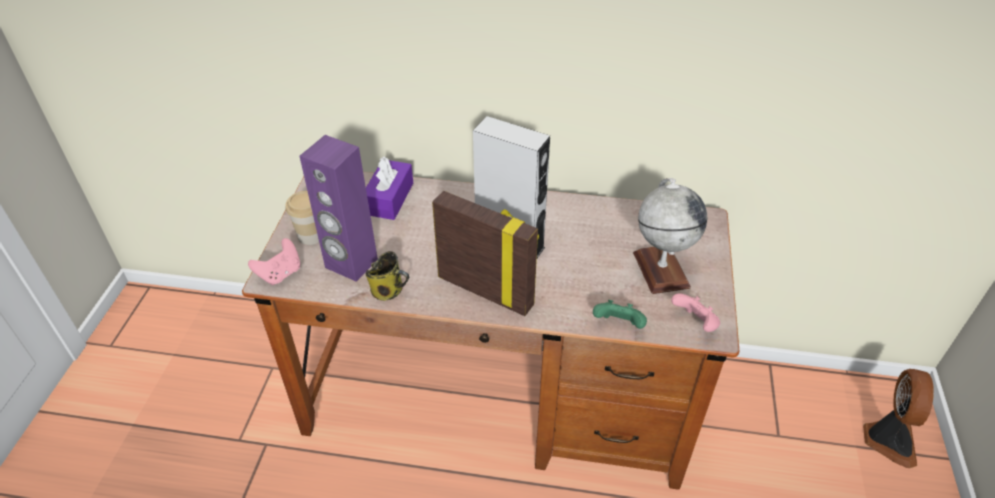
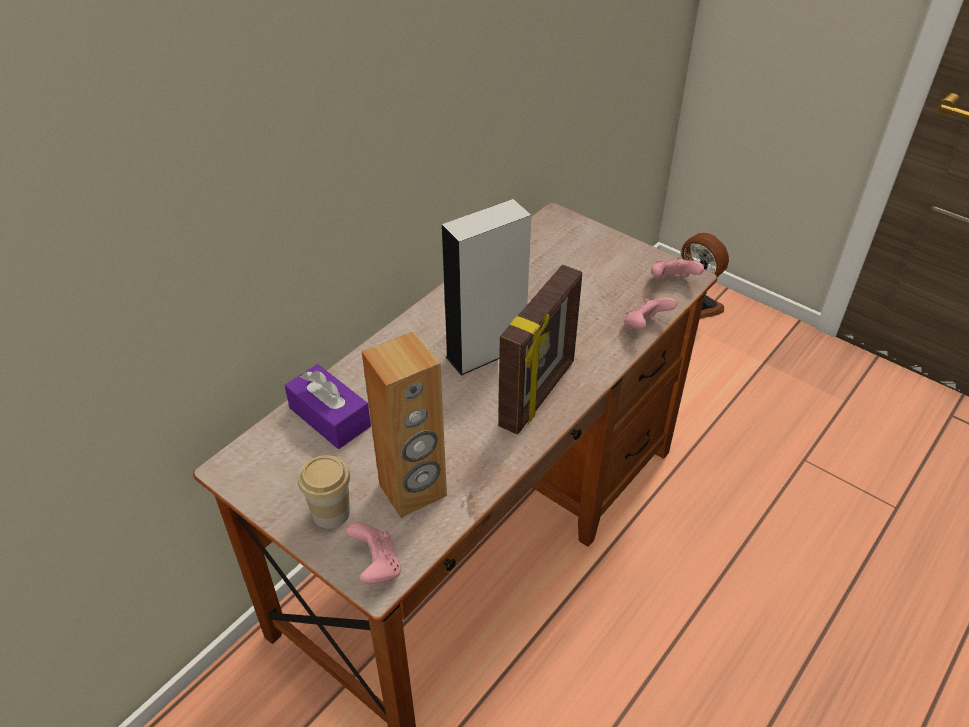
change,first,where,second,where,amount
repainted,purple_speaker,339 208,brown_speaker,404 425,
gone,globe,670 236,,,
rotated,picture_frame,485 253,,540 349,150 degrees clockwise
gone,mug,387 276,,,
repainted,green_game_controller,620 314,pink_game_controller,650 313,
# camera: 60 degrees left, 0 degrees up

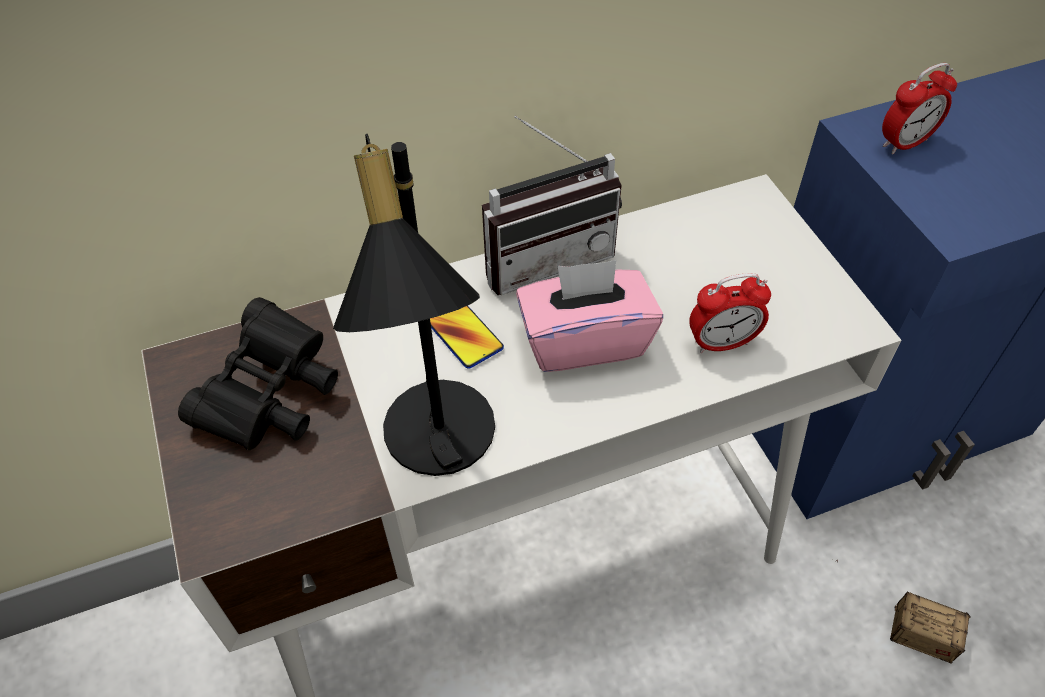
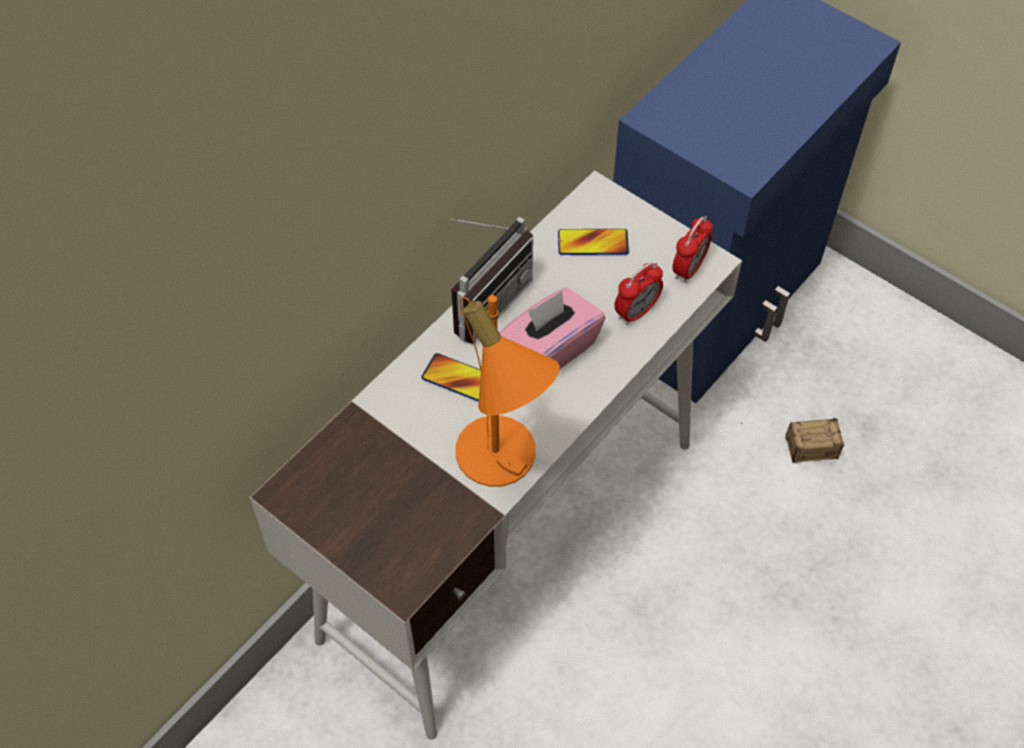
change,first,where,second,where,amount
shifted,alarm_clock,919 108,,692 249,
repainted,black_table_lamp,414 305,orange_table_lamp,508 391,
gone,black_binoculars,258 373,,,
new,,,phone,593 242,
# camera: 30 degrees left, 5 degrees up

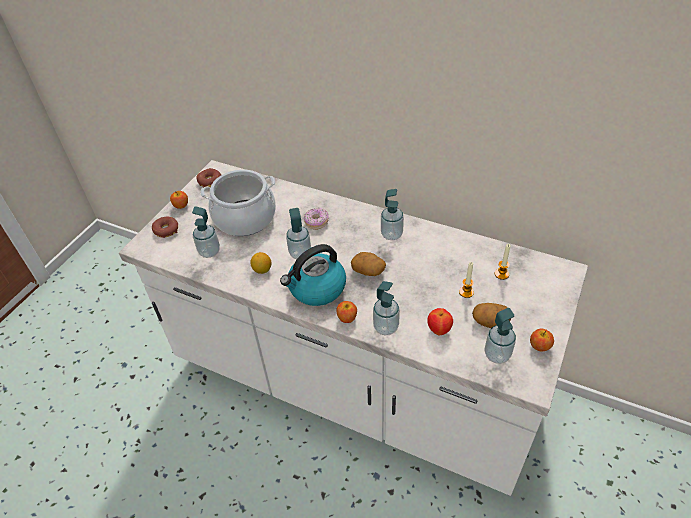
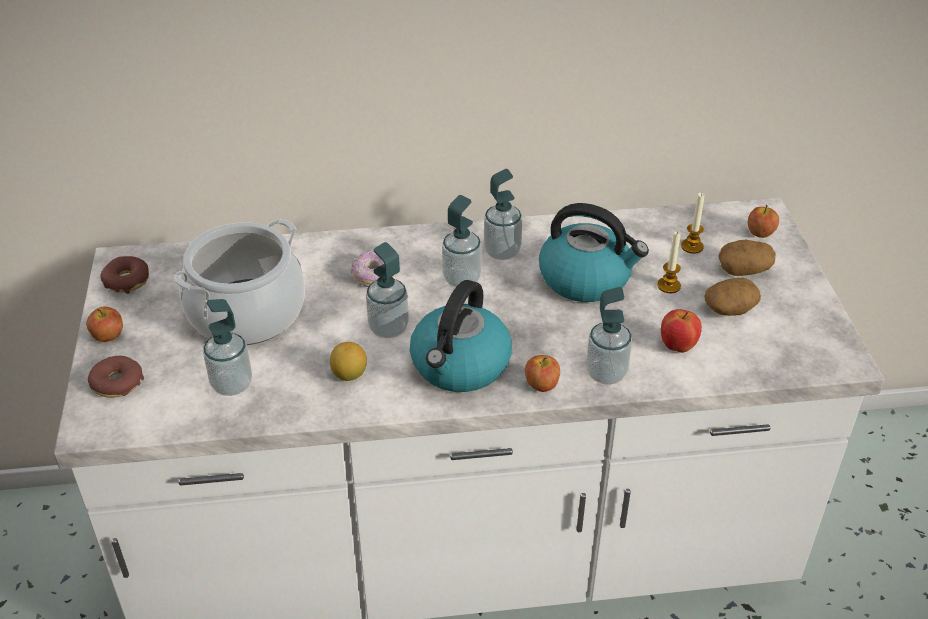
change,first,where,second,where,amount
shifted,potato,368 264,,747 258,
shifted,soap_dispenser,500 336,,462 241,
shifted,apple,542 340,,763 221,
new,,,kettle,594 252,
# camera: 35 degrees left, 5 degrees down

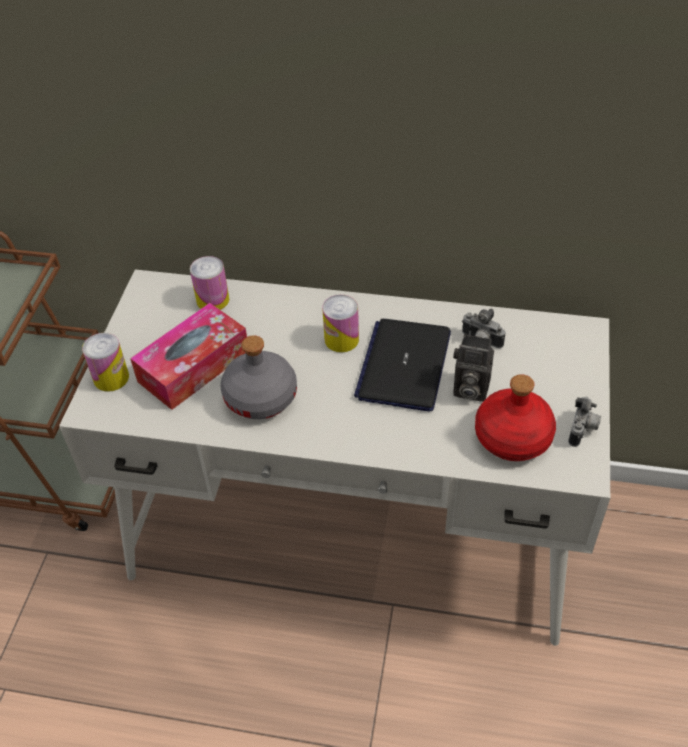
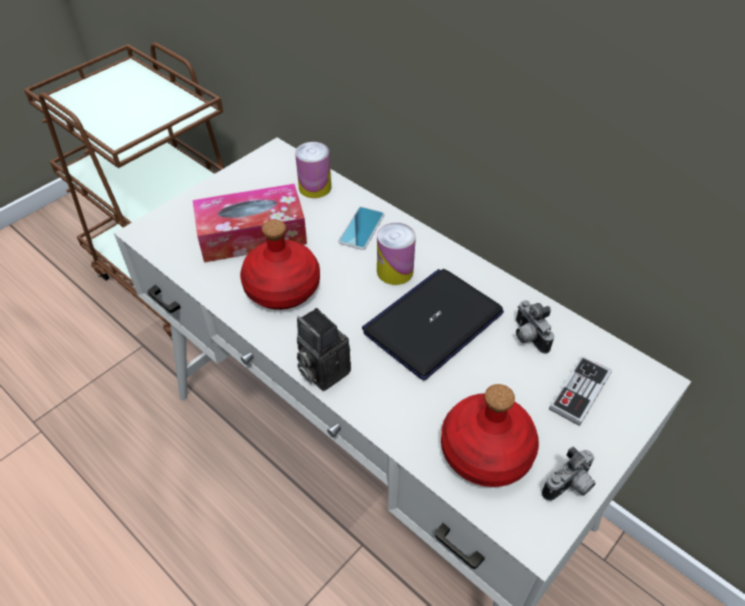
change,first,where,second,where,amount
gone,can,105 362,,,
shifted,photo_camera,473 368,,324 349,
repainted,grey_bottle,258 377,red_bottle,280 265,
new,,,phone,361 228,
new,,,game_controller,580 391,
# camera: 30 degrees right, 0 degrees up

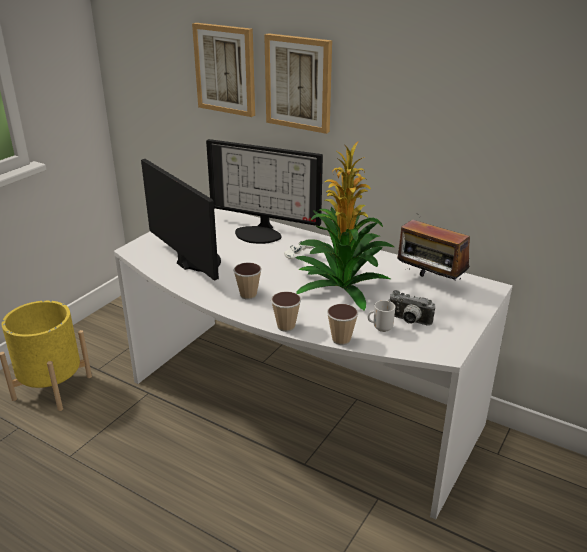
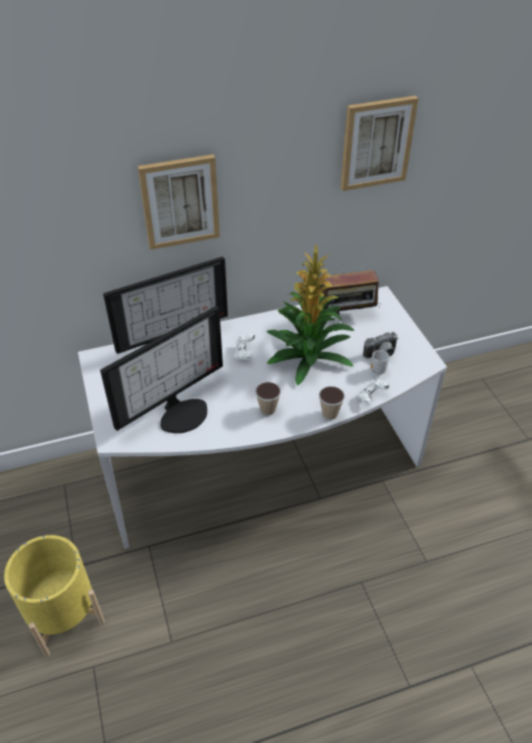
change,first,where,second,where,amount
shifted,picture,223 70,,379 143,
rotated,monitor,181 220,,161 369,135 degrees clockwise
swapped,cup,342 324,white_game_controller,373 392,
# camera: 50 degrees left, 15 degrees up

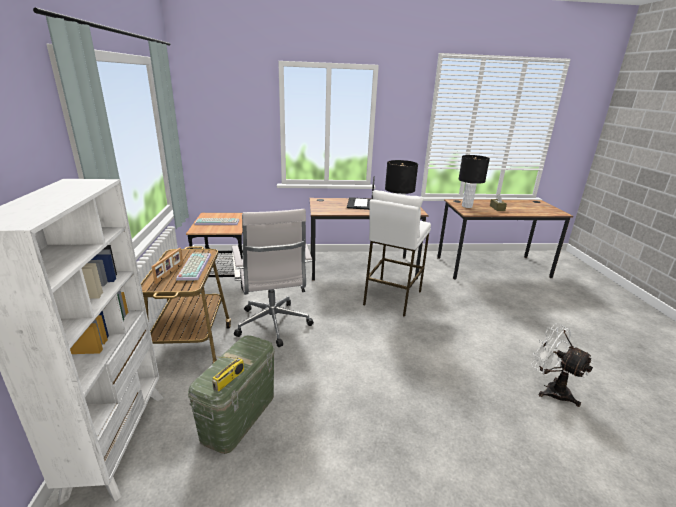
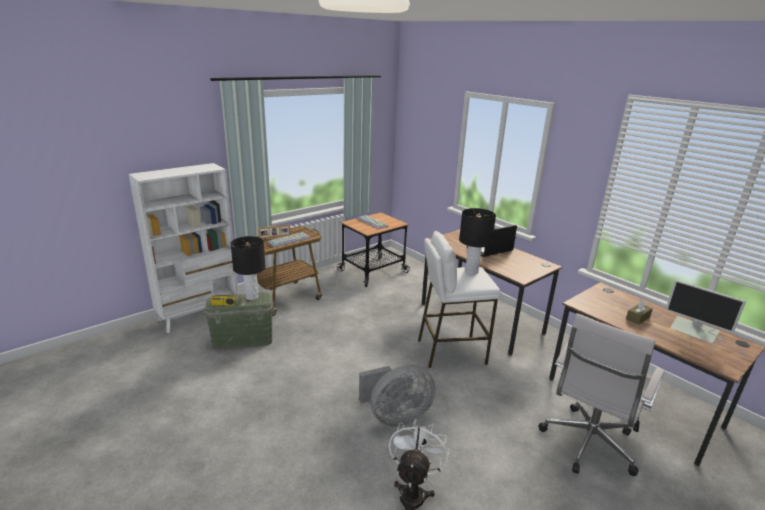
change,first,where,second,where,amount
shifted,black_table_lamp,474 181,,248 268,
shifted,white_office_chair,273 278,,601 394,
new,,,monitor,706 317,
new,,,grey_fan,397 396,
# camera: 55 degrees right, 0 degrees up

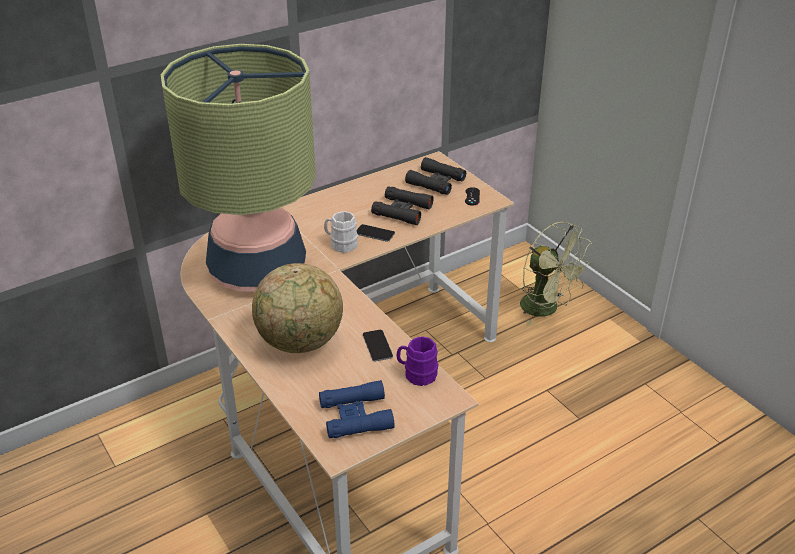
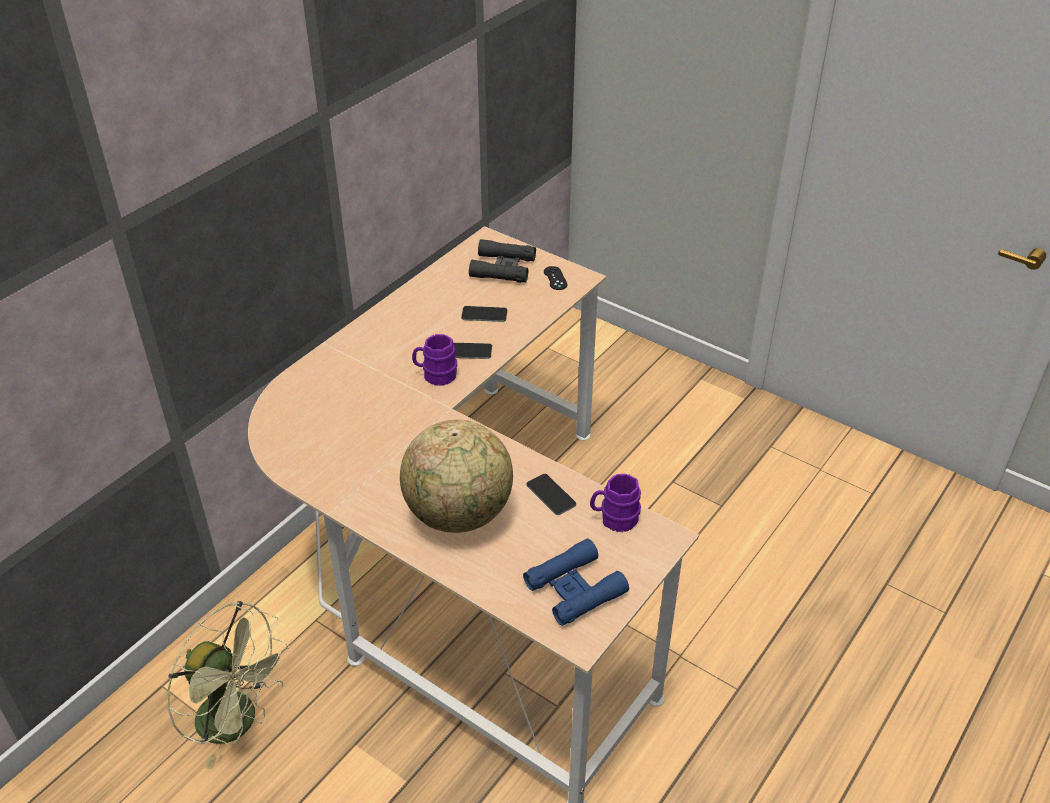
change,first,where,second,where,amount
gone,table_lamp,238 168,,,
swapped,black_binoculars,402 205,phone,484 314,
repainted,white_mug,341 232,purple_mug,434 359,
shifted,green_fan,556 274,,228 685,
# camera: 20 degrees left, 5 degrees up

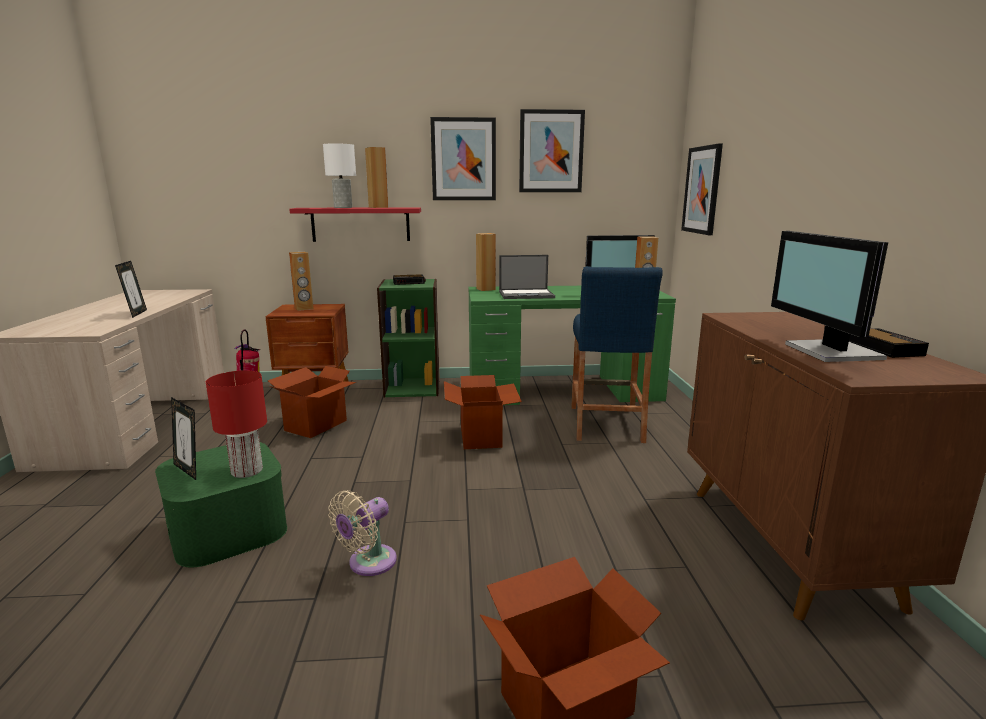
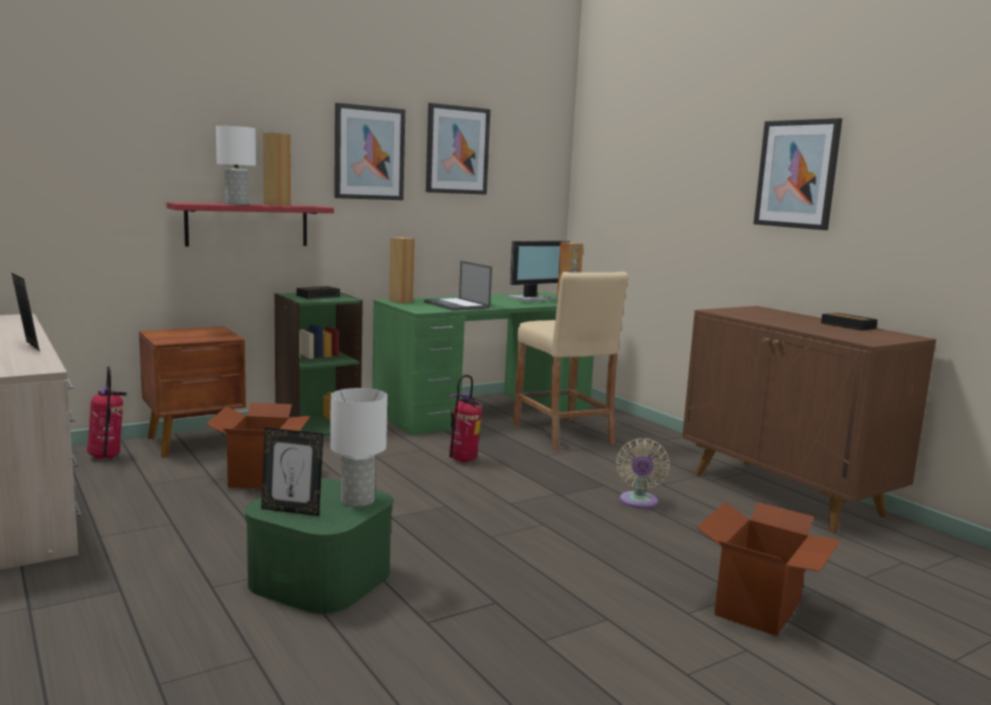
change,first,where,second,where,amount
shifted,picture,702 189,,797 174,
gone,monitor,829 296,,,
gone,brown_speaker,301 281,,,
rotated,laptop,527 277,,458 286,90 degrees clockwise
repainted,blue_stool,617 354,beige_stool,571 361,
repainted,red_table_lamp,236 424,white_table_lamp,358 447,
swapped,cardboard_box,483 412,fire_extinguisher,465 419,
shifted,beige_fan,362 533,,643 473,
# camera: 30 degrees left, 5 degrees down

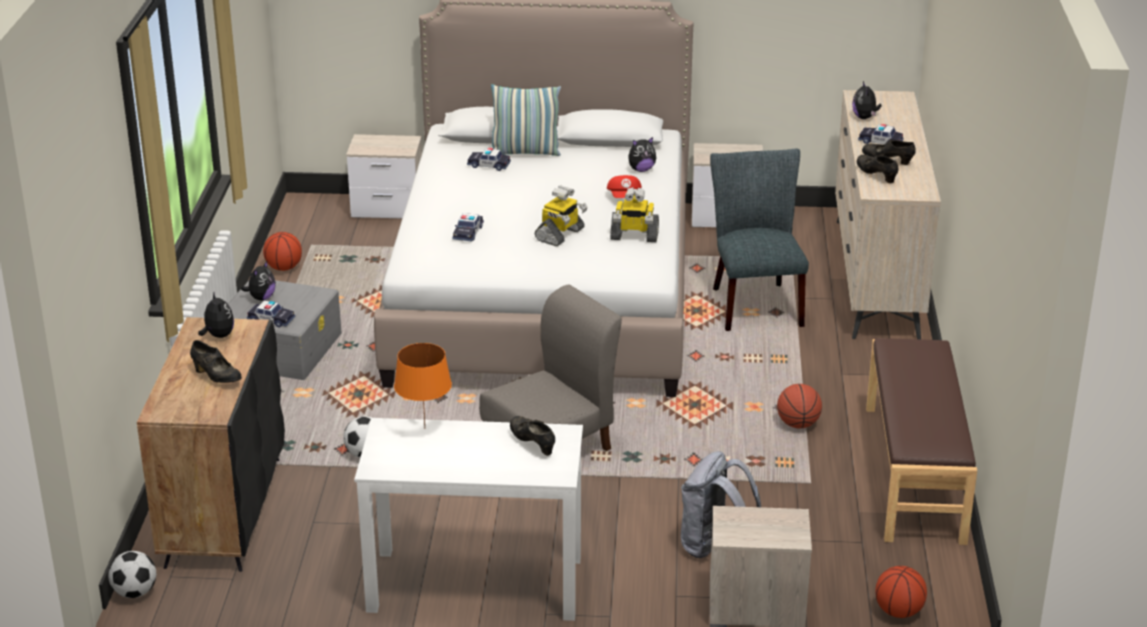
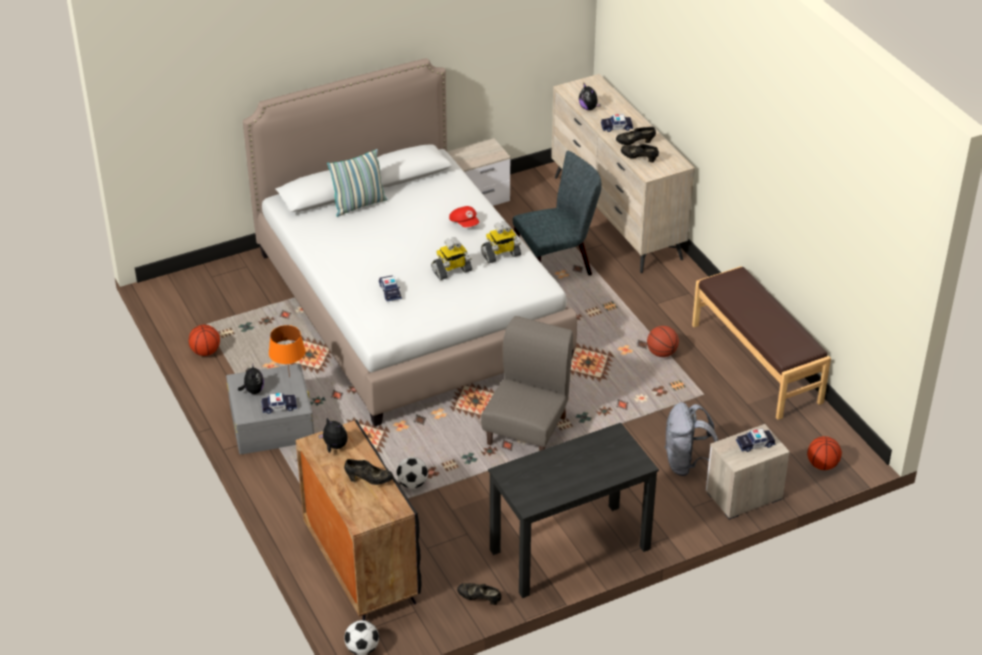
change,first,where,second,where,amount
gone,nightstand,384 176,,,
gone,plush_toy,642 154,,,
shifted,toy_car,489 159,,755 440,
rotated,grey_chair,759 240,,557 213,105 degrees clockwise
rotated,toy_robot,561 216,,451 258,60 degrees clockwise
shifted,orange_table_lamp,423 385,,287 351,
shifted,black_shoe,532 436,,479 594,
repainted,white_desk,468 519,black_desk,573 510,
# camera: 30 degrees left, 10 degrees up

